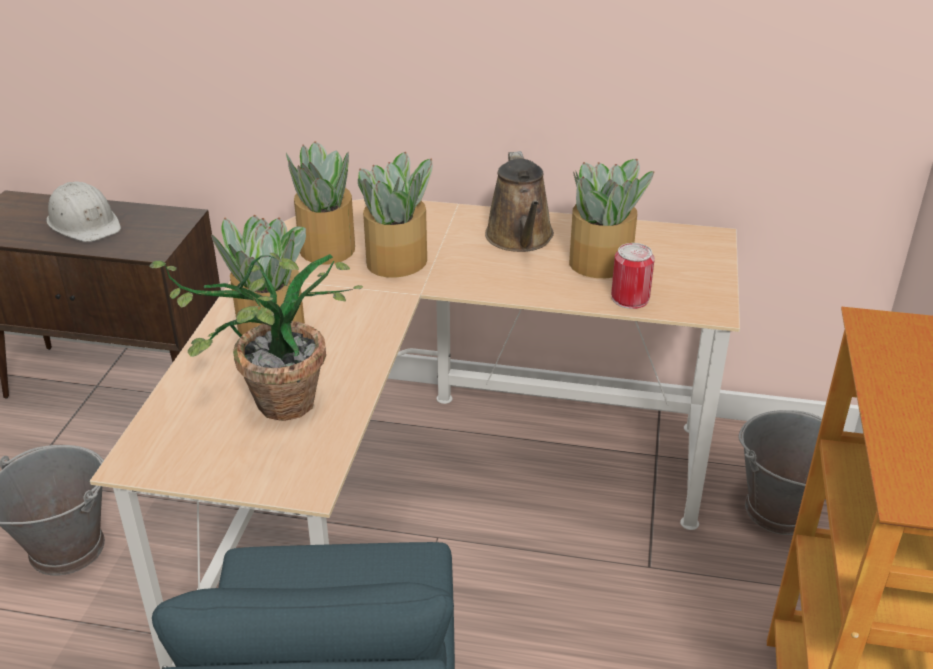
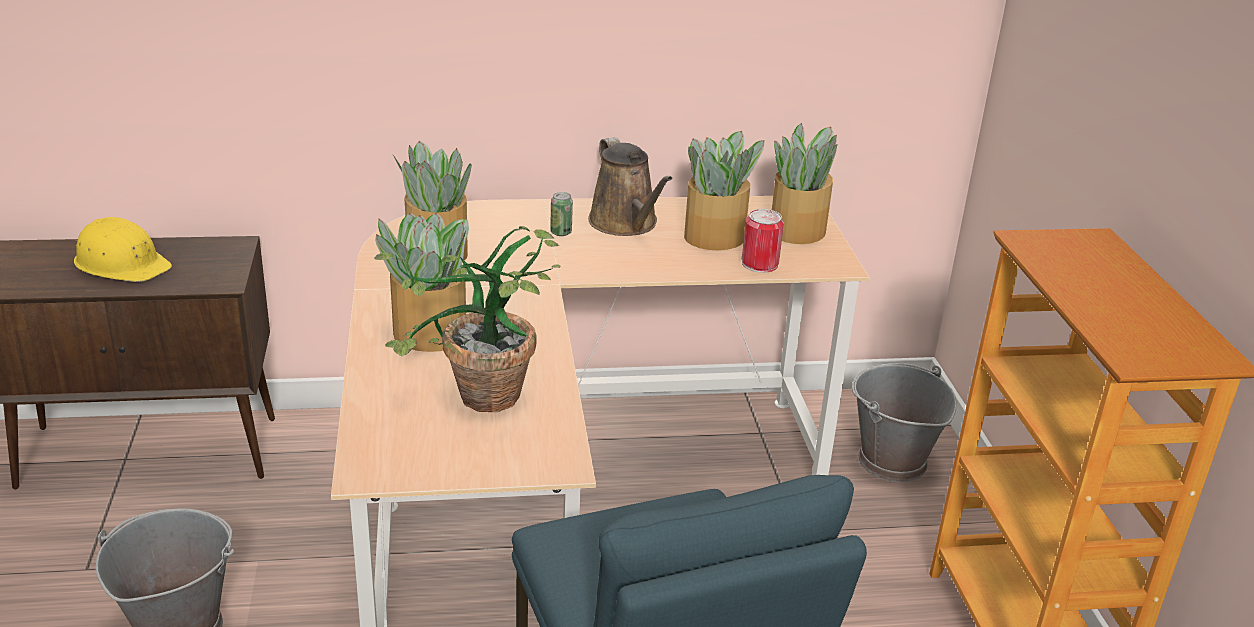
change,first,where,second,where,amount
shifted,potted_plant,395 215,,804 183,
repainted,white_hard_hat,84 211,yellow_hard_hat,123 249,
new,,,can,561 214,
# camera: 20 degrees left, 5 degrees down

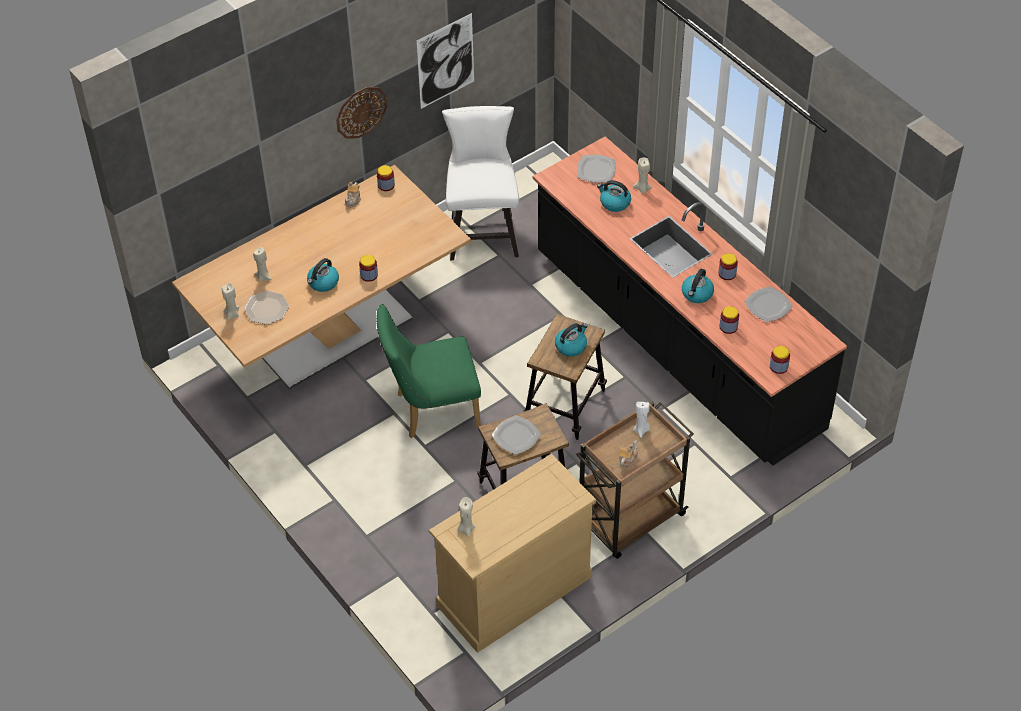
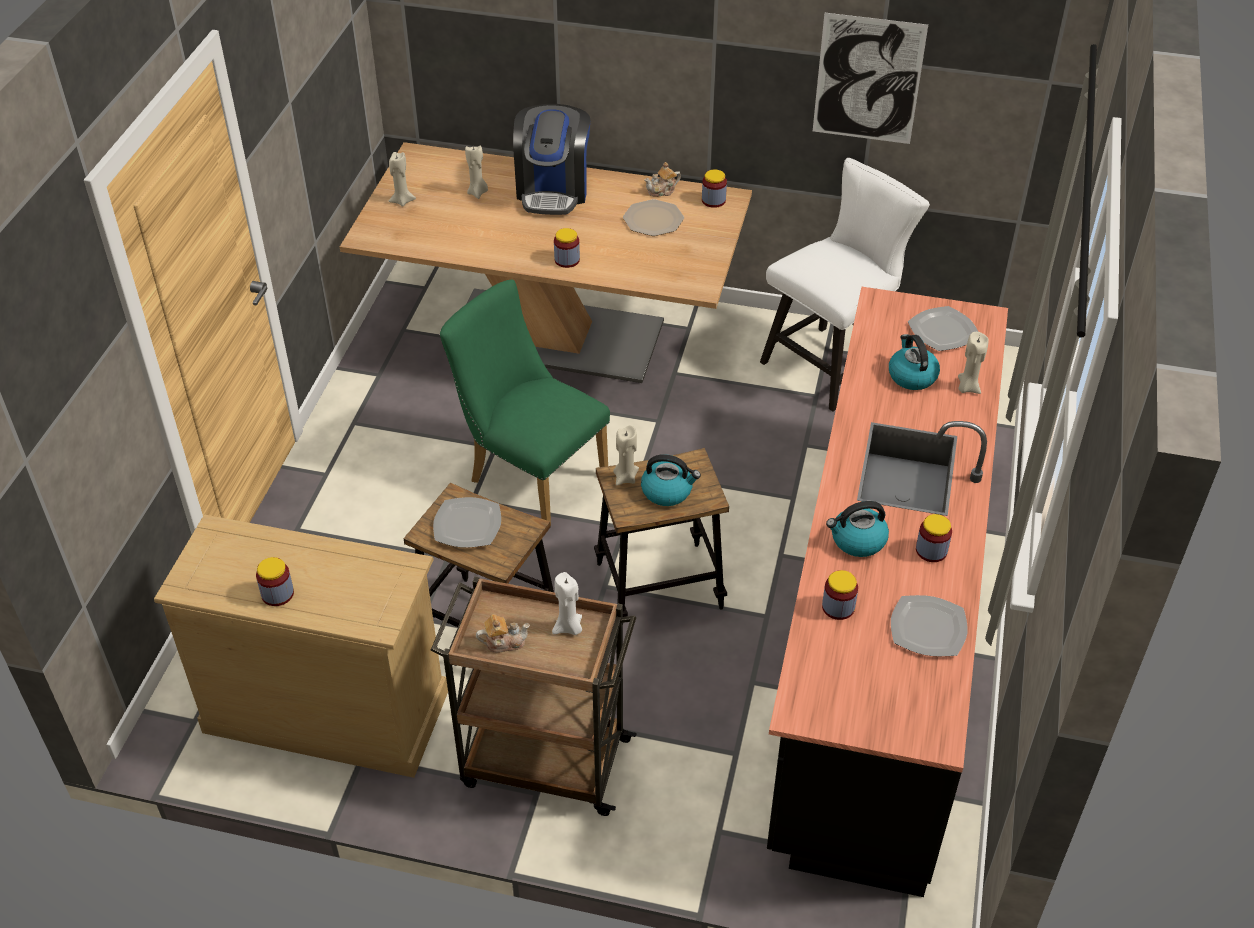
change,first,where,second,where,amount
gone,wall_clock,361 112,,,
gone,kettle,323 275,,,
shifted,plate,266 308,,653 217,
shifted,jar,780 360,,275 581,
shifted,beige_candle,466 517,,626 455,
new,,,coffee_machine,551 159,
# camera: 50 degrees right, 5 degrees down

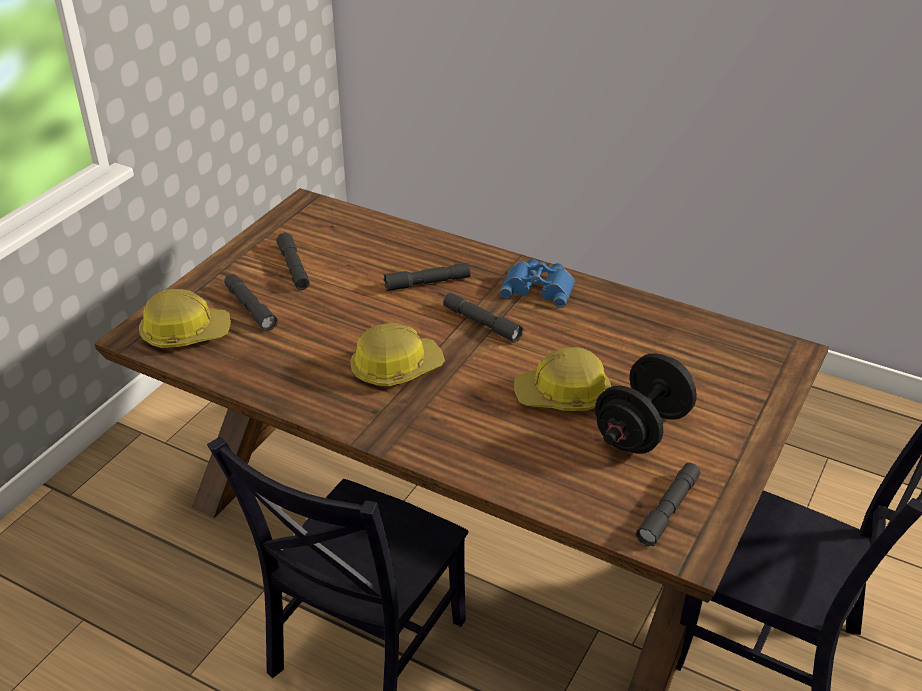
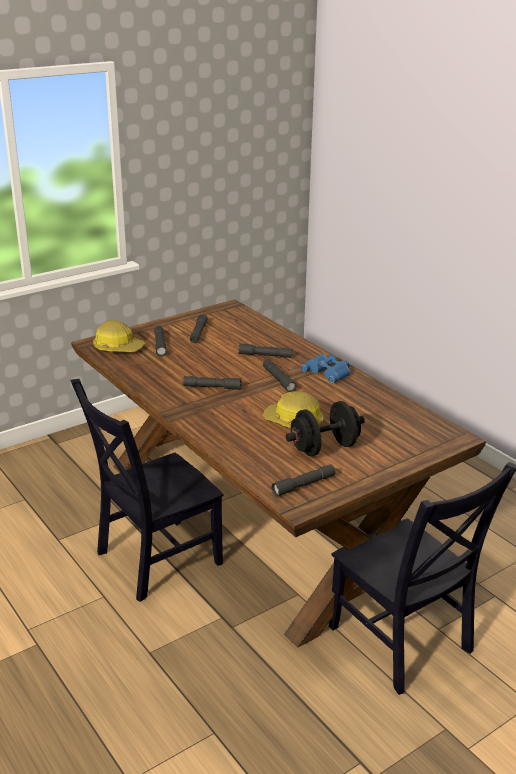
change,first,where,second,where,amount
swapped,hard_hat,397 354,grey_flashlight,212 383,
# camera: 25 degrees right, 10 degrees down

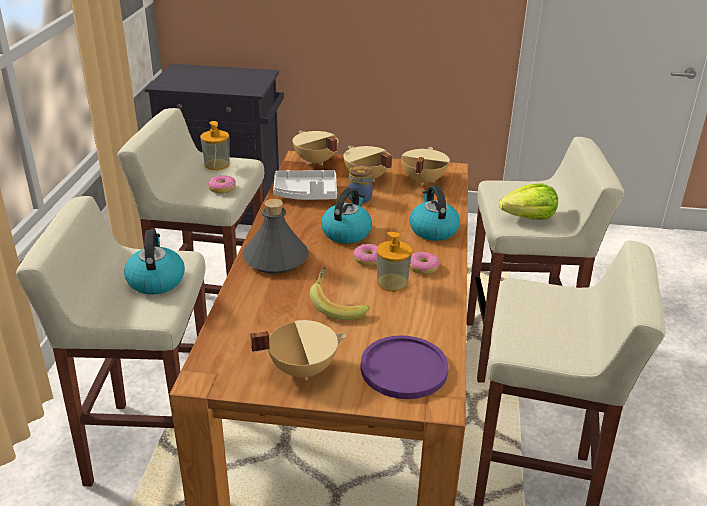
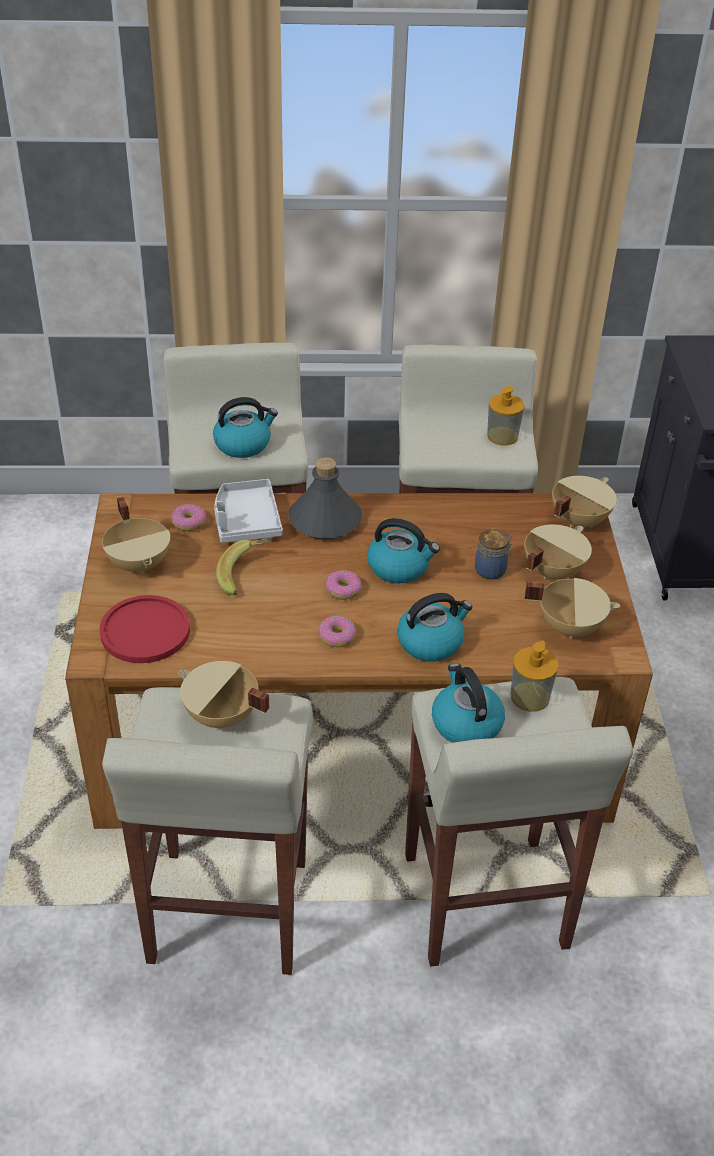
change,first,where,second,where,amount
shifted,grey_tray,305 185,,248 511,
shifted,donut,222 184,,189 517,
swapped,lettuce,528 201,kettle,468 703,
shifted,soap_dispenser,394 262,,535 676,
repainted,purple_plate,404 367,red_plate,144 629,
new,,,beige_cooking_pot,223 694,
# camera: 80 degrees right, 10 degrees up

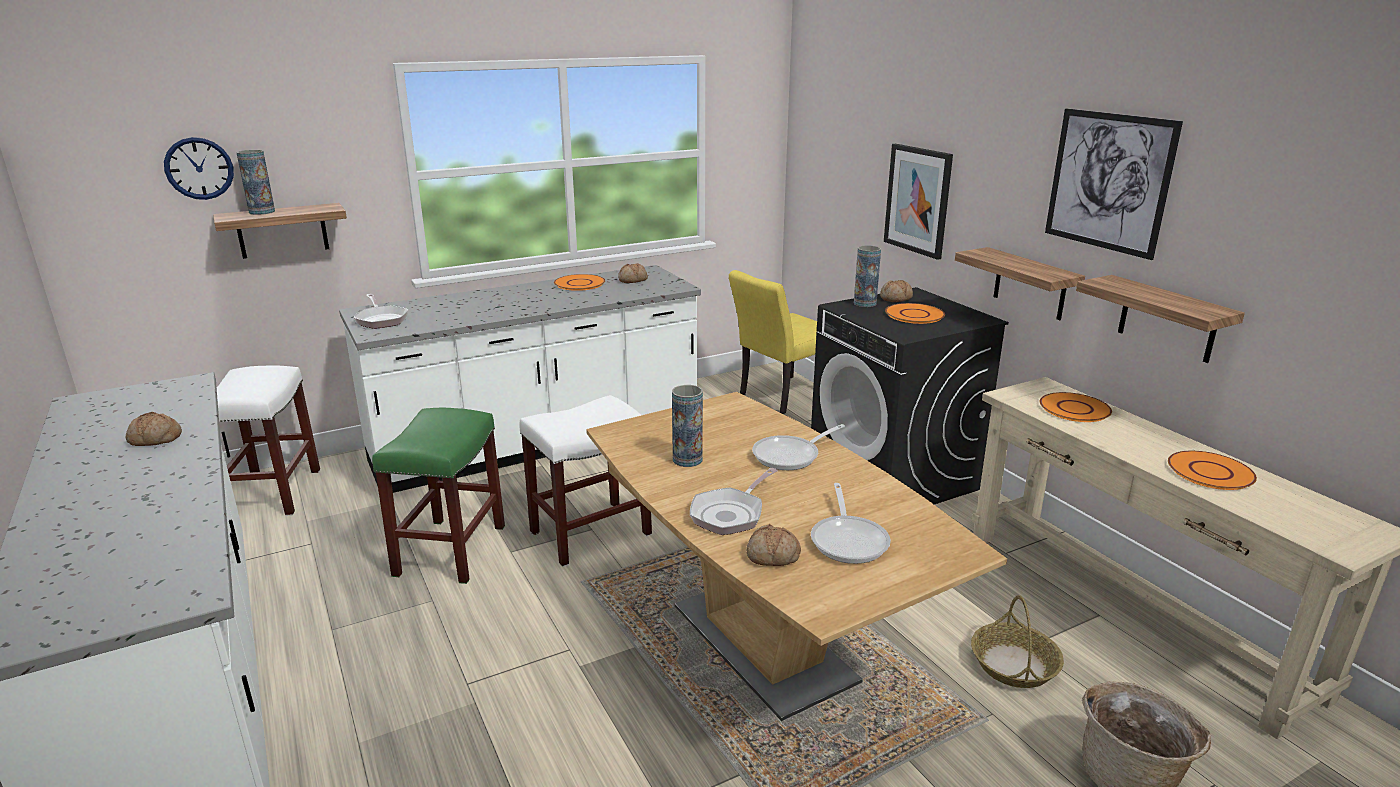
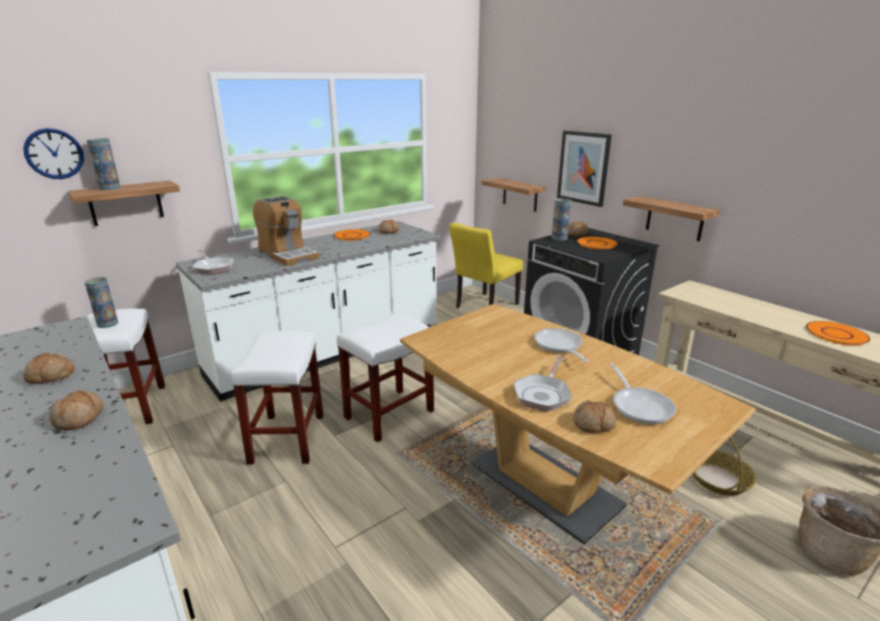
change,first,where,second,where,amount
gone,picture,1114 184,,,
shifted,shelf,1160 319,,513 195,
shifted,vase,687 426,,101 302,
gone,orange_plate,1076 407,,,
repainted,green_stool,438 496,white_stool,277 398,
rotated,frying_pan,798 447,,561 345,120 degrees clockwise
new,,,coffee_machine,286 231,
new,,,bread,76 411,
# camera: 10 degrees left, 0 degrees up

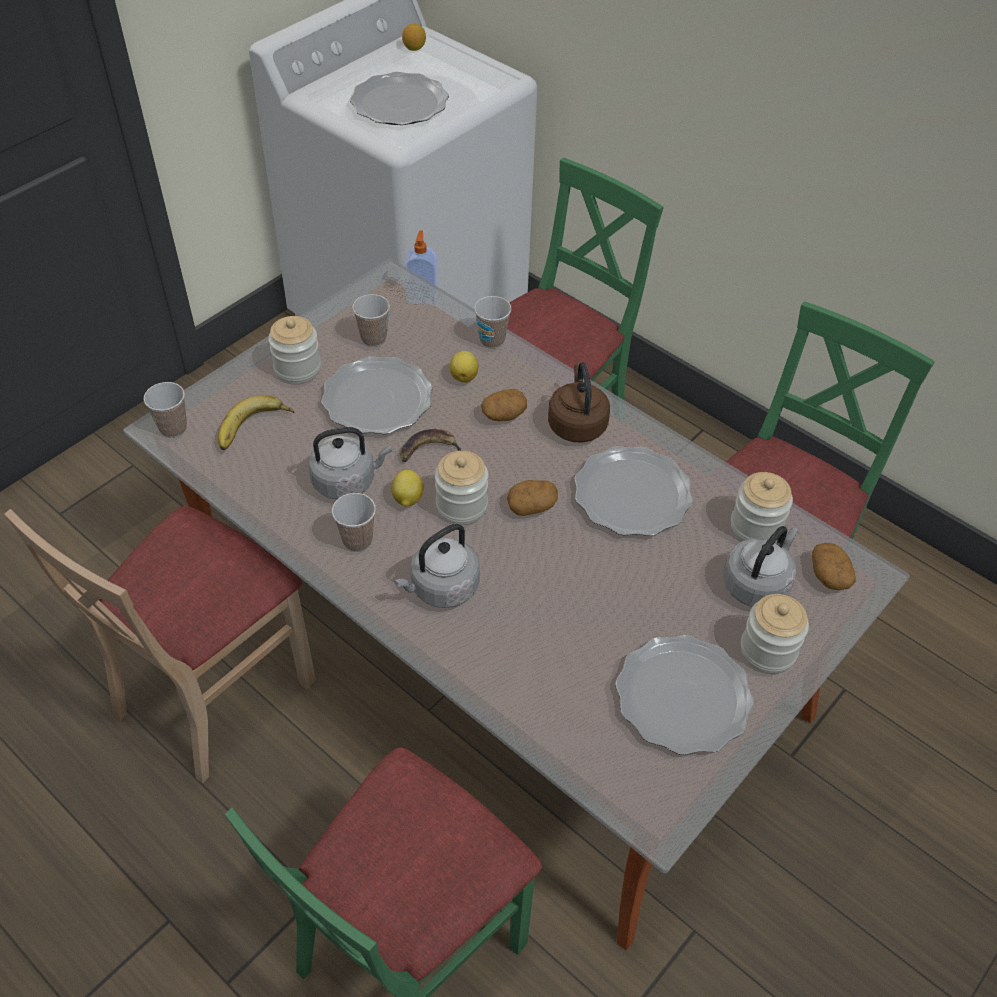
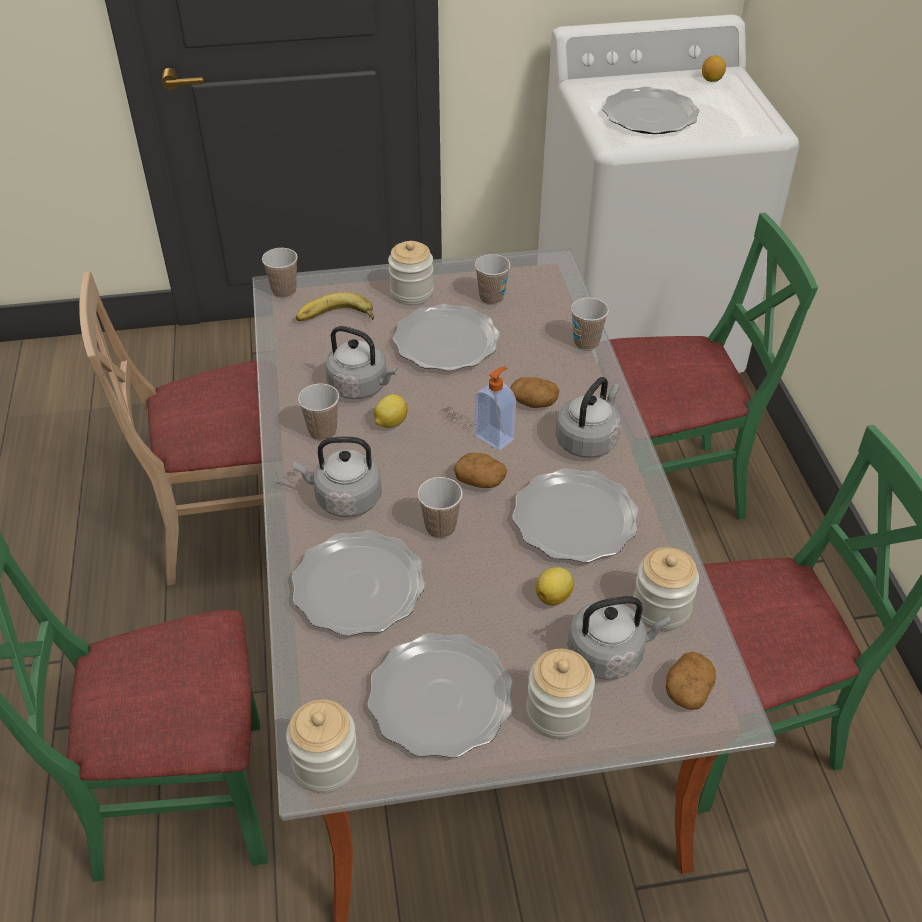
change,first,where,second,where,amount
shifted,soap_dispenser,421 267,,495 408,
shifted,lemon,464 367,,555 586,
repainted,brown_kettle,579 402,grey_kettle,587 417,
gone,banana,431 445,,,
shifted,jar,461 488,,322 746,
new,,,cup,440 507,
new,,,plate,358 583,
# camera: 40 degrees right, 5 degrees down

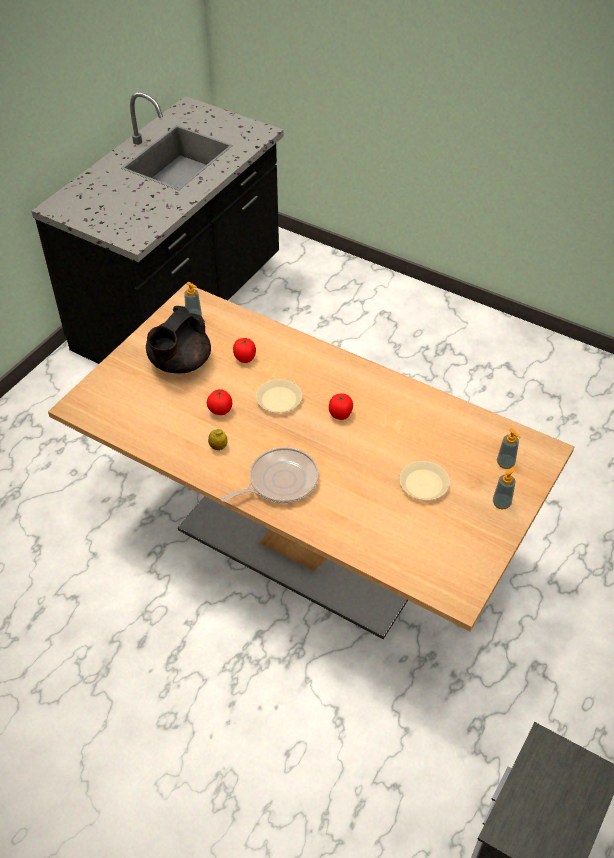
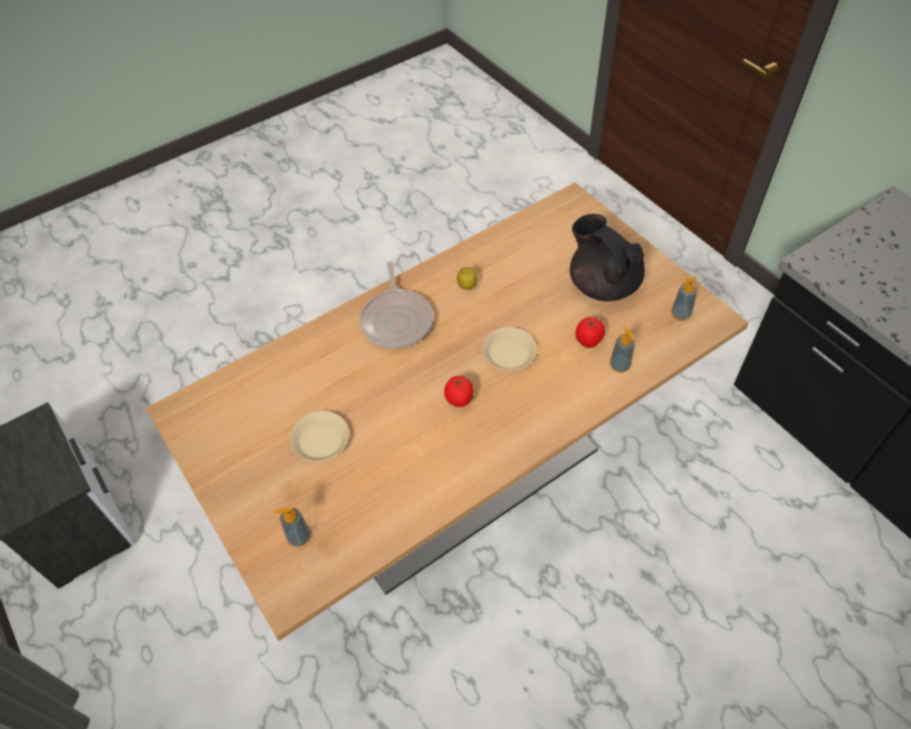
change,first,where,second,where,amount
gone,tomato,219 402,,,
shifted,soap_dispenser,505 487,,622 350,
# camera: 115 degrees right, 5 degrees up

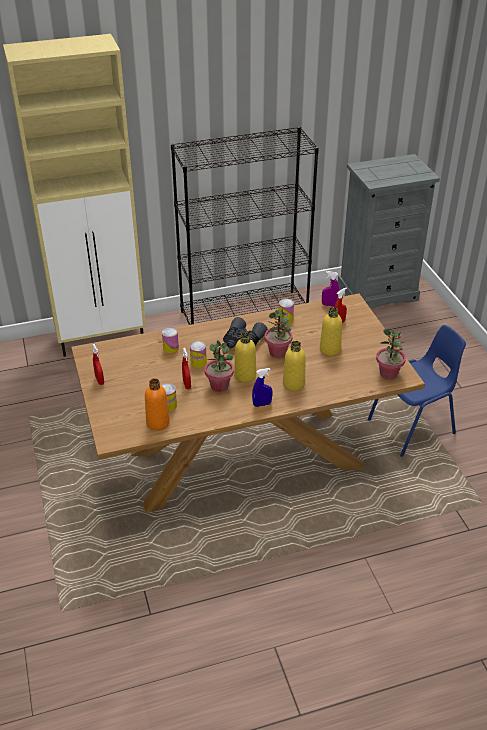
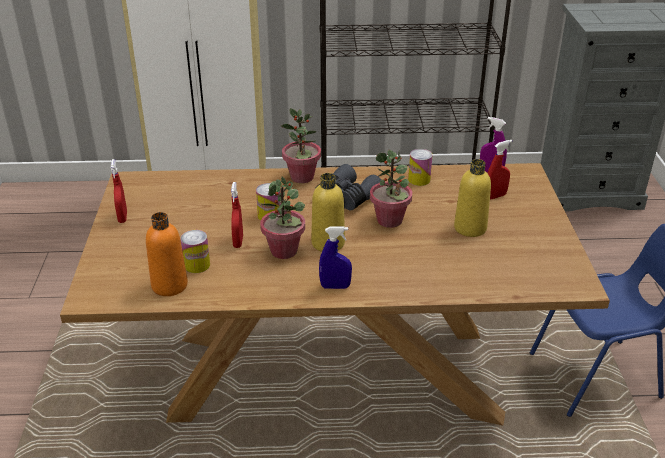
change,first,where,second,where,amount
gone,can,170 340,,,
shifted,potted_plant,391 354,,301 145,
gone,yellow_bottle,294 366,,,
# camera: 15 degrees right, 5 degrees down

